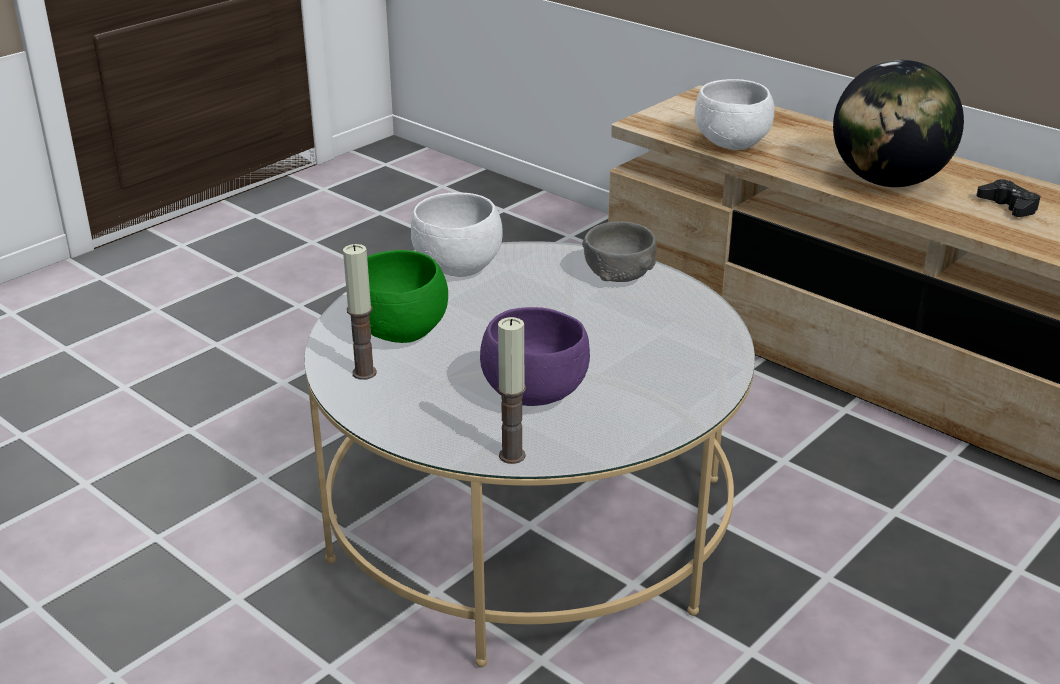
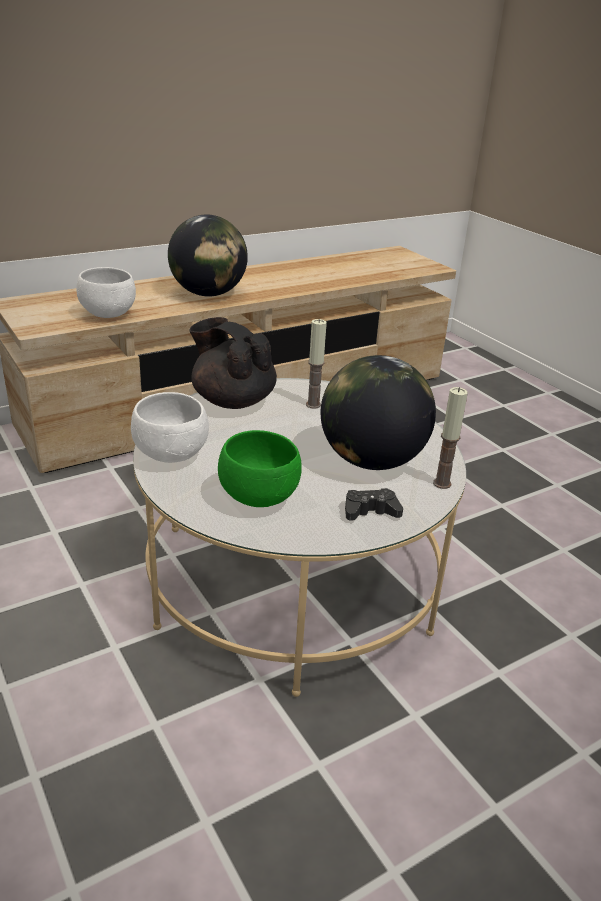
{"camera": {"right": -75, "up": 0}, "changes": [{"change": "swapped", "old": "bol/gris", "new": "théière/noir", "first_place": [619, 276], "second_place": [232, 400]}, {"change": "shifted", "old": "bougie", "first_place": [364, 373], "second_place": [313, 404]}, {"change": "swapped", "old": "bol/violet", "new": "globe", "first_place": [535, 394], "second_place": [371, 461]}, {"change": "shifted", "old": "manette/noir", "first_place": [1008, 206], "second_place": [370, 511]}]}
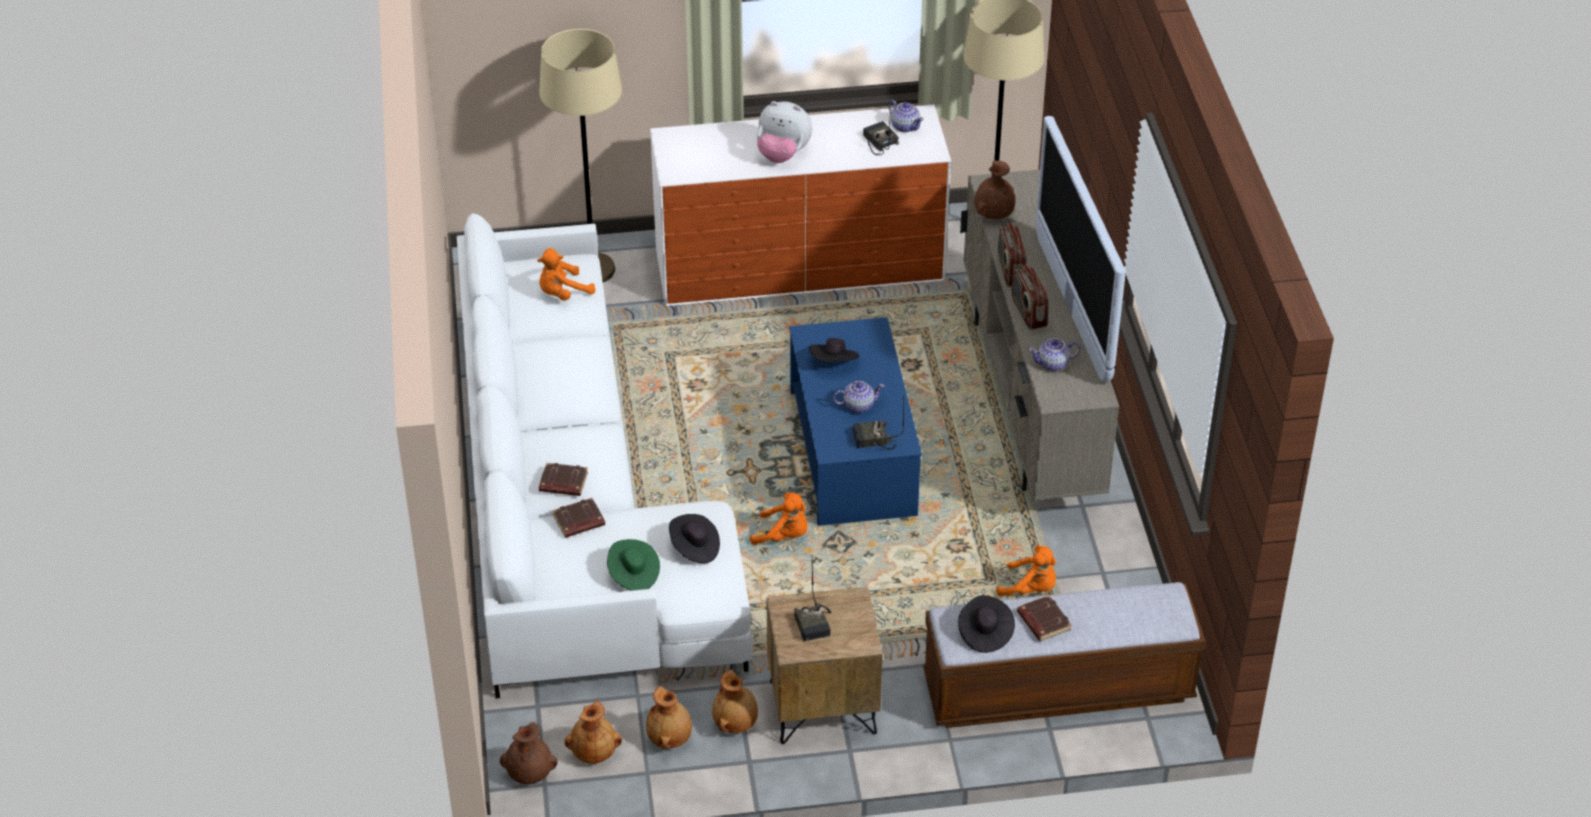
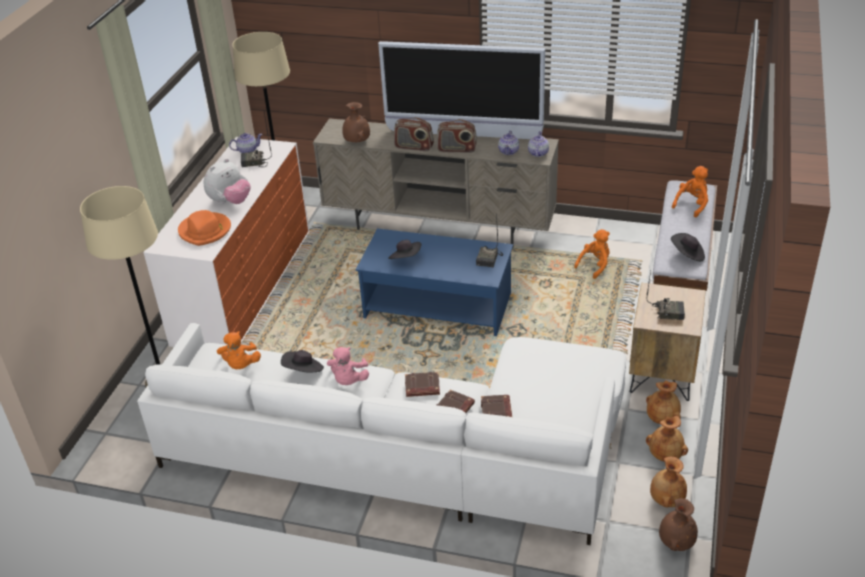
{"camera": {"right": -65, "up": -5}, "changes": [{"change": "new", "new": "chapeau/orange", "second_place": [205, 231]}, {"change": "shifted", "old": "chapeau/noir", "first_place": [694, 548], "second_place": [303, 371]}, {"change": "new", "new": "peluche/rose", "second_place": [349, 380]}, {"change": "shifted", "old": "livre/marron", "first_place": [1043, 621], "second_place": [422, 387]}, {"change": "shifted", "old": "théière", "first_place": [858, 405], "second_place": [538, 153]}, {"change": "shifted", "old": "peluche/orange", "first_place": [784, 536], "second_place": [692, 204]}, {"change": "gone", "old": "chapeau/vert", "first_place": [633, 574]}]}
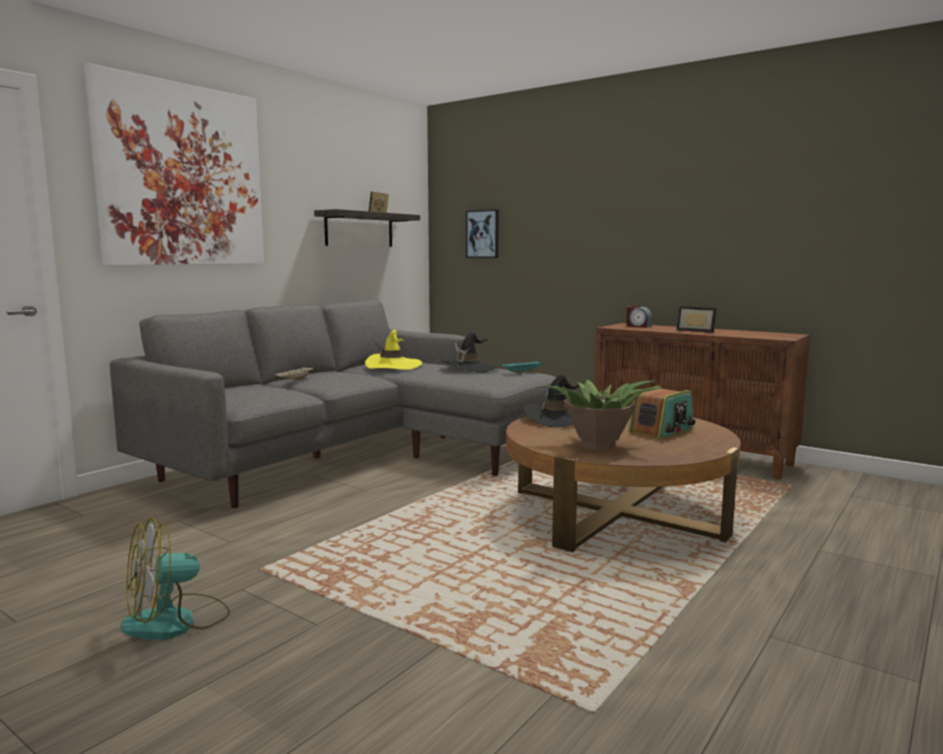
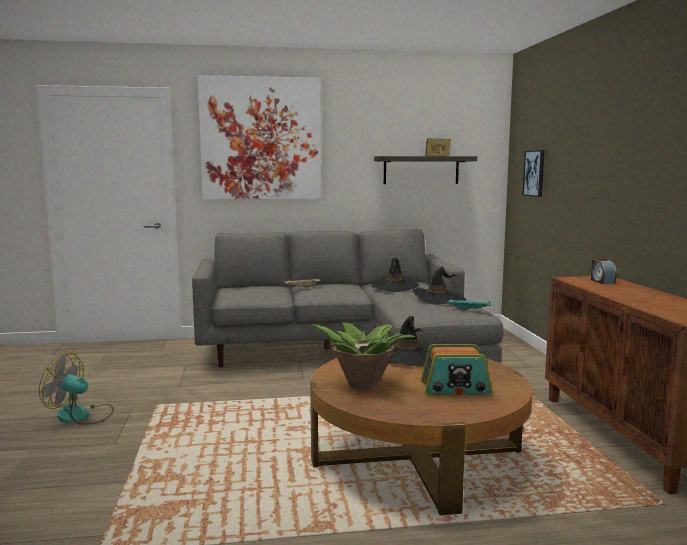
{"camera": {"right": 45, "up": 0}, "changes": [{"change": "repainted", "old": "chapeau/jaune", "new": "chapeau/noir", "first_place": [393, 366], "second_place": [395, 287]}, {"change": "gone", "old": "cadre photo", "first_place": [696, 330]}]}
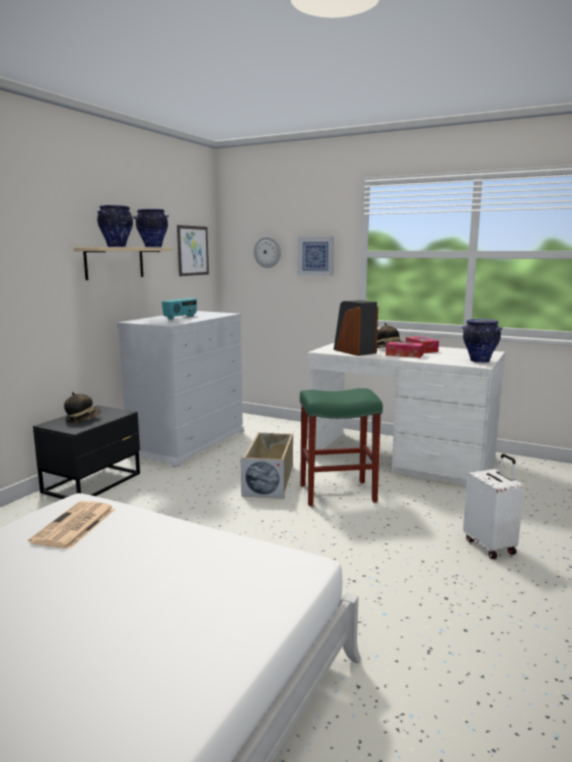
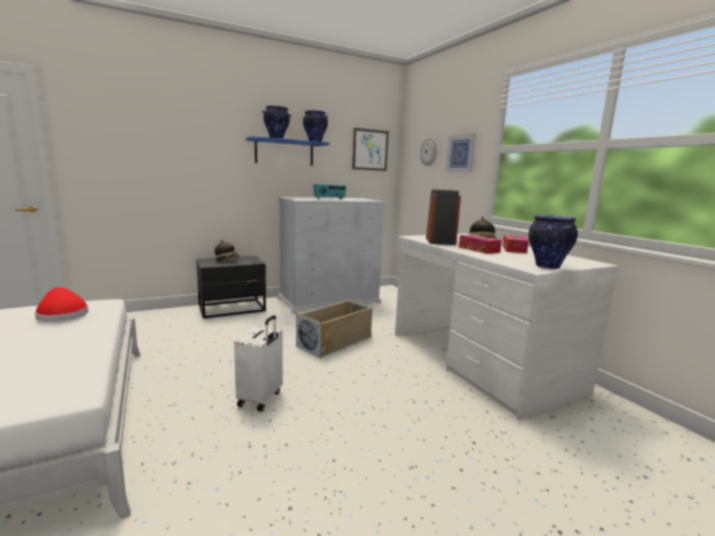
{"camera": {"right": 35, "up": 0}, "changes": [{"change": "swapped", "old": "journal", "new": "chapeau/rouge", "first_place": [74, 526], "second_place": [62, 315]}, {"change": "shifted", "old": "valise/blanc", "first_place": [490, 546], "second_place": [261, 399]}, {"change": "repainted", "old": "étagère/beige", "new": "étagère/bleu", "first_place": [114, 263], "second_place": [284, 152]}, {"change": "gone", "old": "tabouret/vert", "first_place": [336, 493]}]}
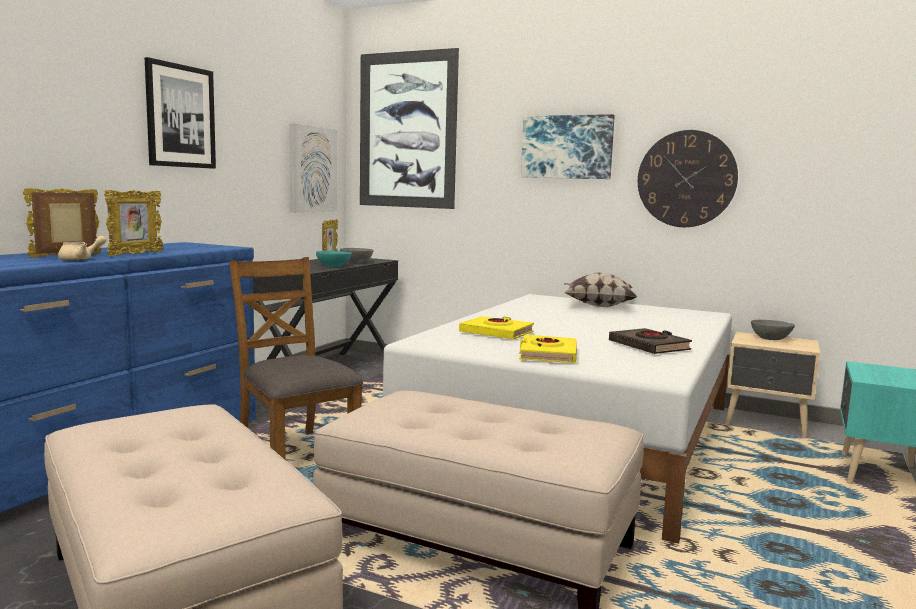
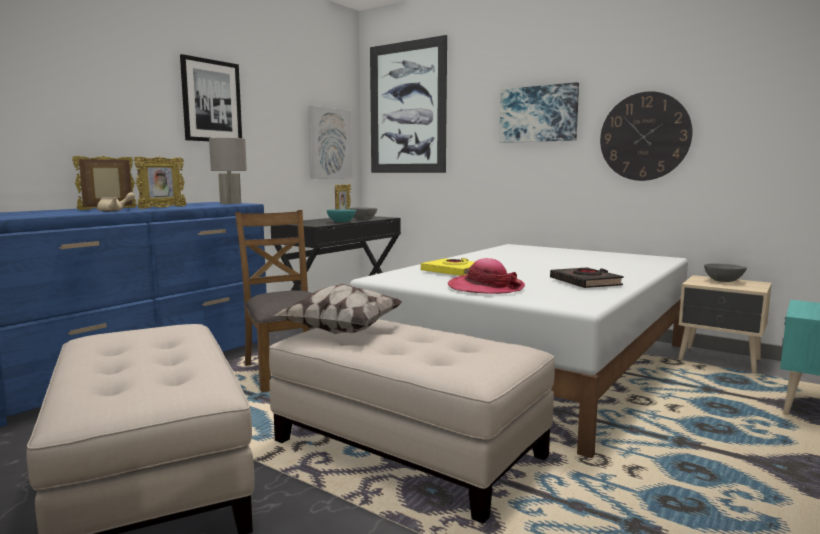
{"camera": {"right": 10, "up": 0}, "changes": [{"change": "new", "new": "lampe de table/gris", "second_place": [230, 203]}, {"change": "shifted", "old": "coussin", "first_place": [597, 306], "second_place": [341, 330]}, {"change": "swapped", "old": "livre/jaune", "new": "chapeau", "first_place": [547, 355], "second_place": [485, 288]}]}
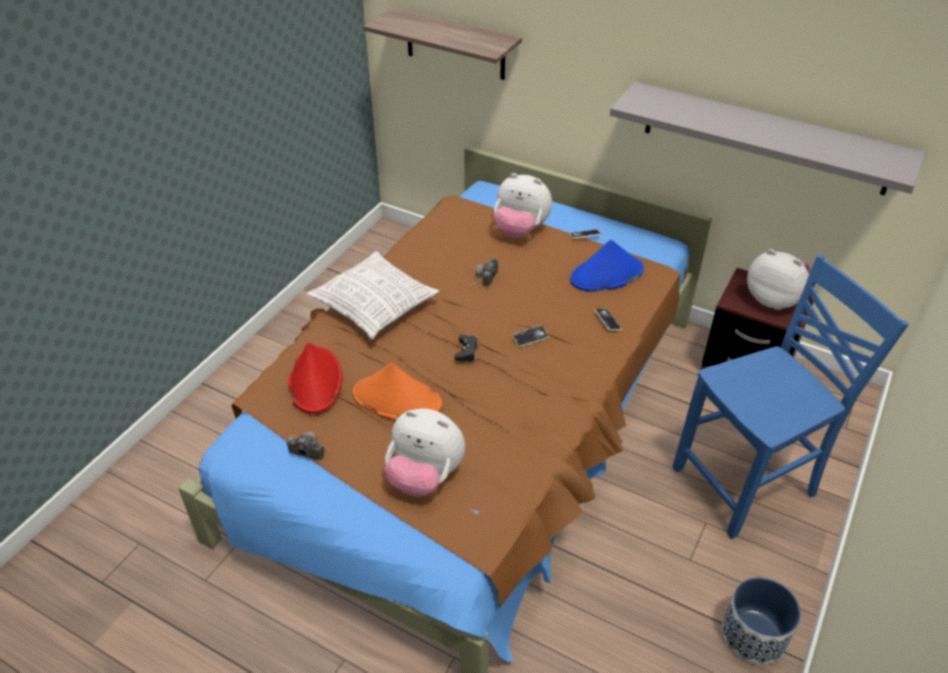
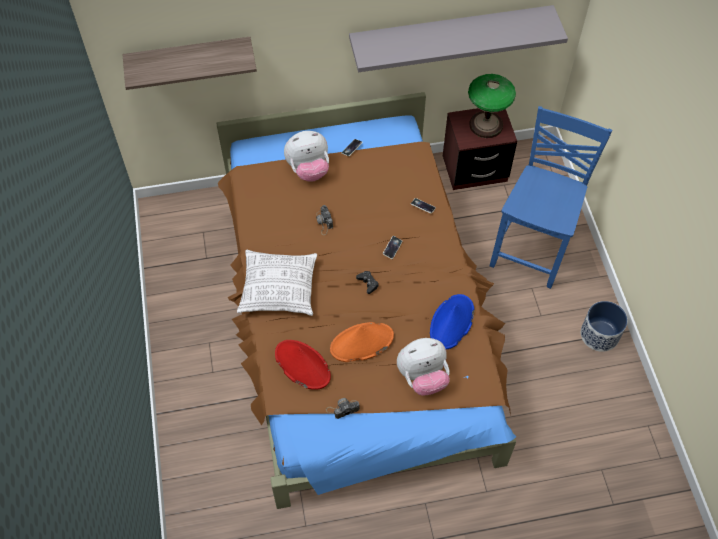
{"camera": {"right": -40, "up": 15}, "changes": [{"change": "shifted", "old": "chapeau/bleu", "first_place": [606, 275], "second_place": [451, 322]}, {"change": "swapped", "old": "peluche", "new": "lampe de table", "first_place": [773, 299], "second_place": [486, 125]}]}
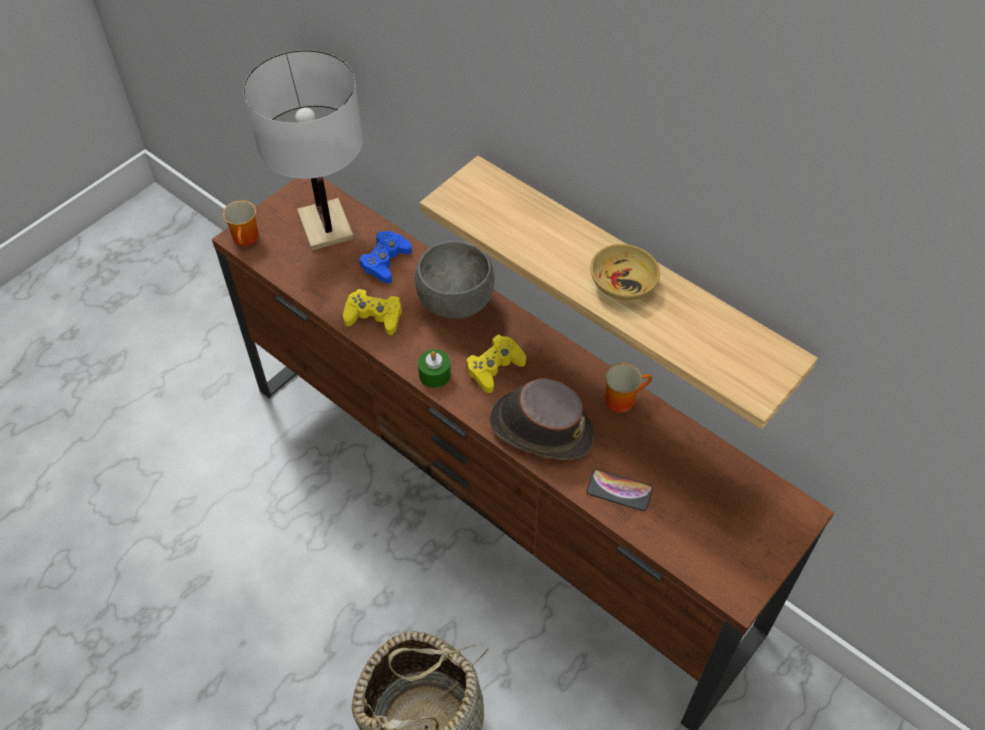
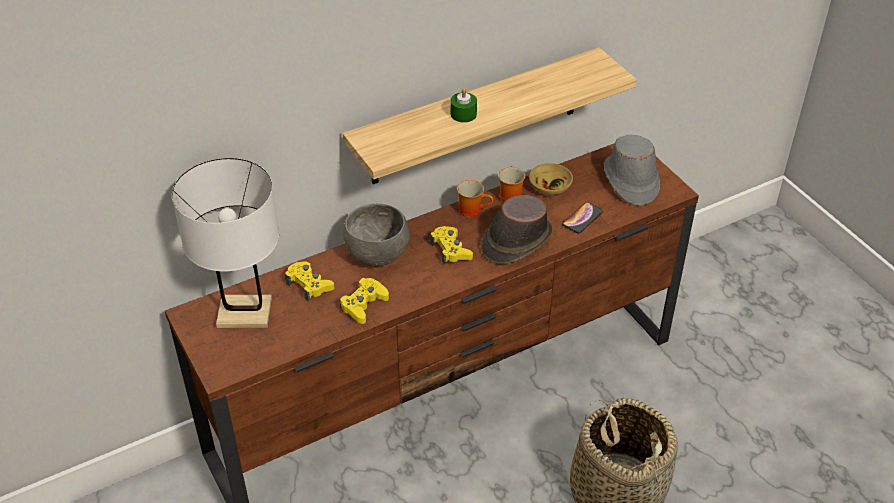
{"camera": {"right": -70, "up": -10}, "changes": [{"change": "repainted", "old": "manette/bleu", "new": "manette/jaune", "first_place": [385, 261], "second_place": [309, 285]}, {"change": "shifted", "old": "bougie/vert", "first_place": [435, 374], "second_place": [463, 114]}, {"change": "shifted", "old": "mug", "first_place": [247, 239], "second_place": [473, 210]}, {"change": "shifted", "old": "bol/beige", "first_place": [623, 282], "second_place": [549, 186]}, {"change": "new", "new": "chapeau/gris", "second_place": [630, 181]}]}
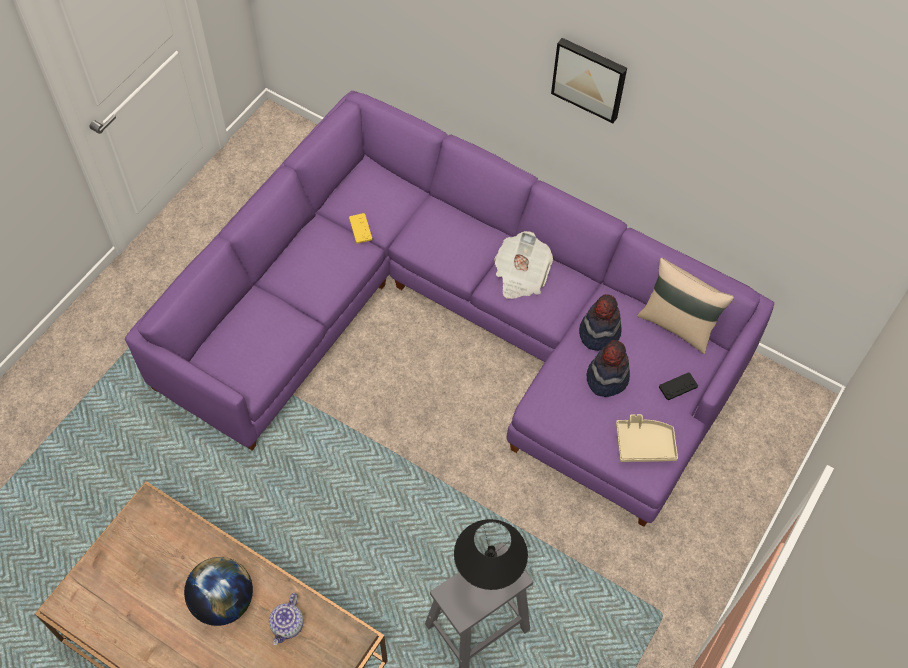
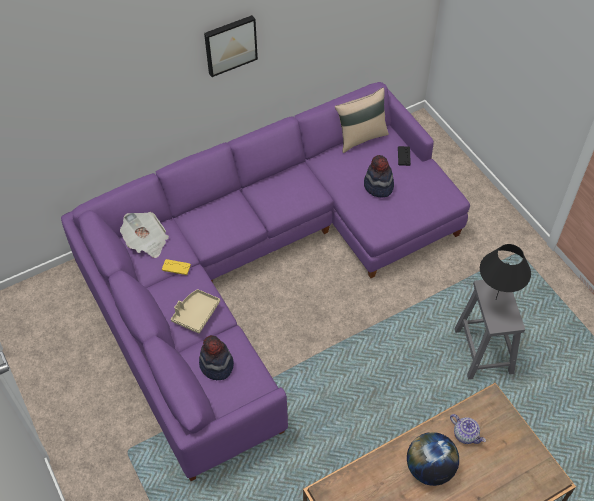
{"camera": {"right": -60, "up": -5}, "changes": [{"change": "shifted", "old": "journal", "first_place": [520, 276], "second_place": [146, 241]}, {"change": "shifted", "old": "plateau/beige", "first_place": [644, 444], "second_place": [196, 314]}, {"change": "shifted", "old": "chapeau", "first_place": [599, 332], "second_place": [216, 365]}]}
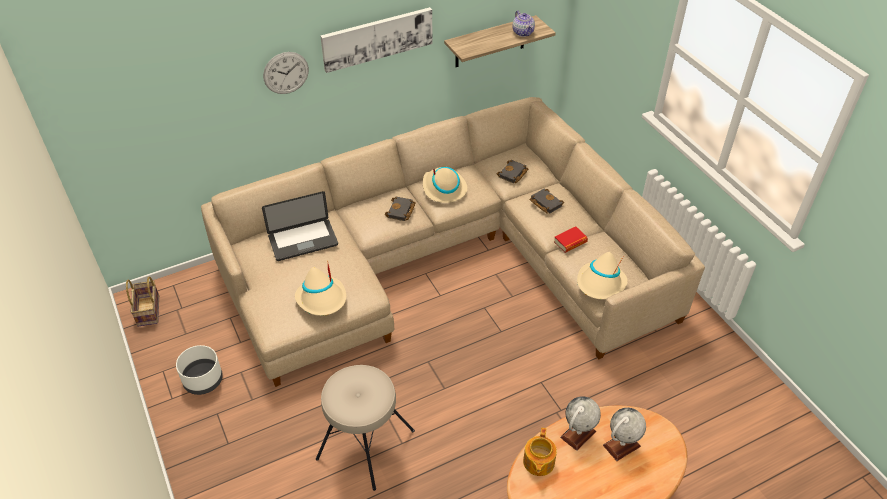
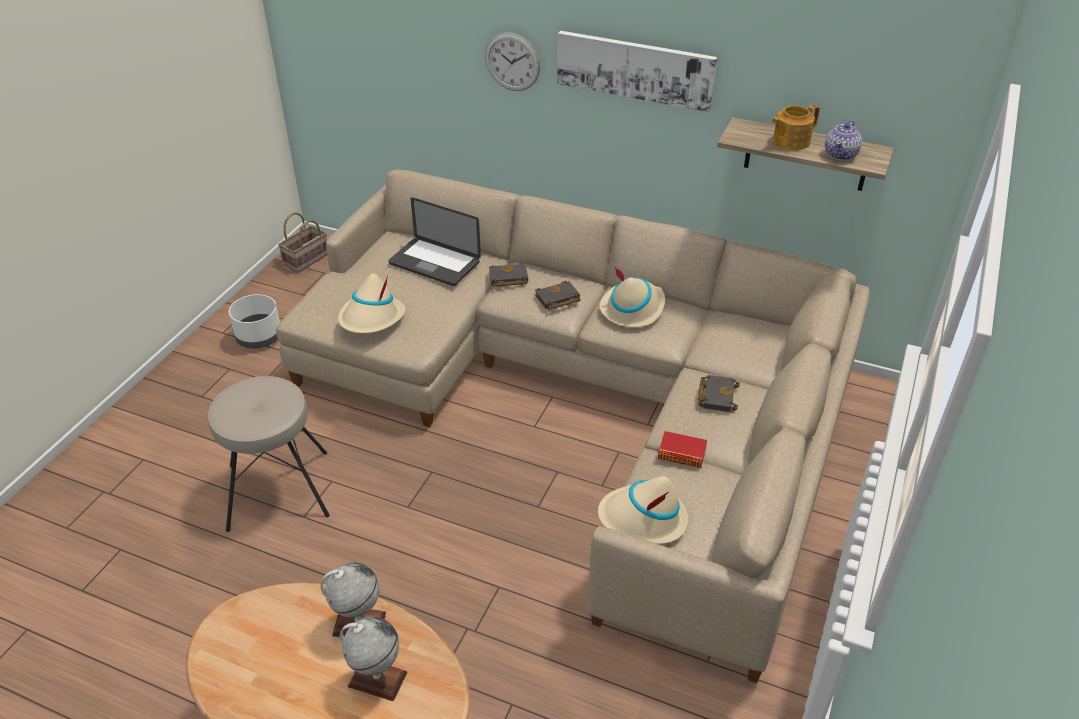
{"camera": {"right": 50, "up": -5}, "changes": [{"change": "shifted", "old": "livre/noir", "first_place": [513, 174], "second_place": [507, 279]}, {"change": "shifted", "old": "théière", "first_place": [538, 462], "second_place": [790, 141]}]}
